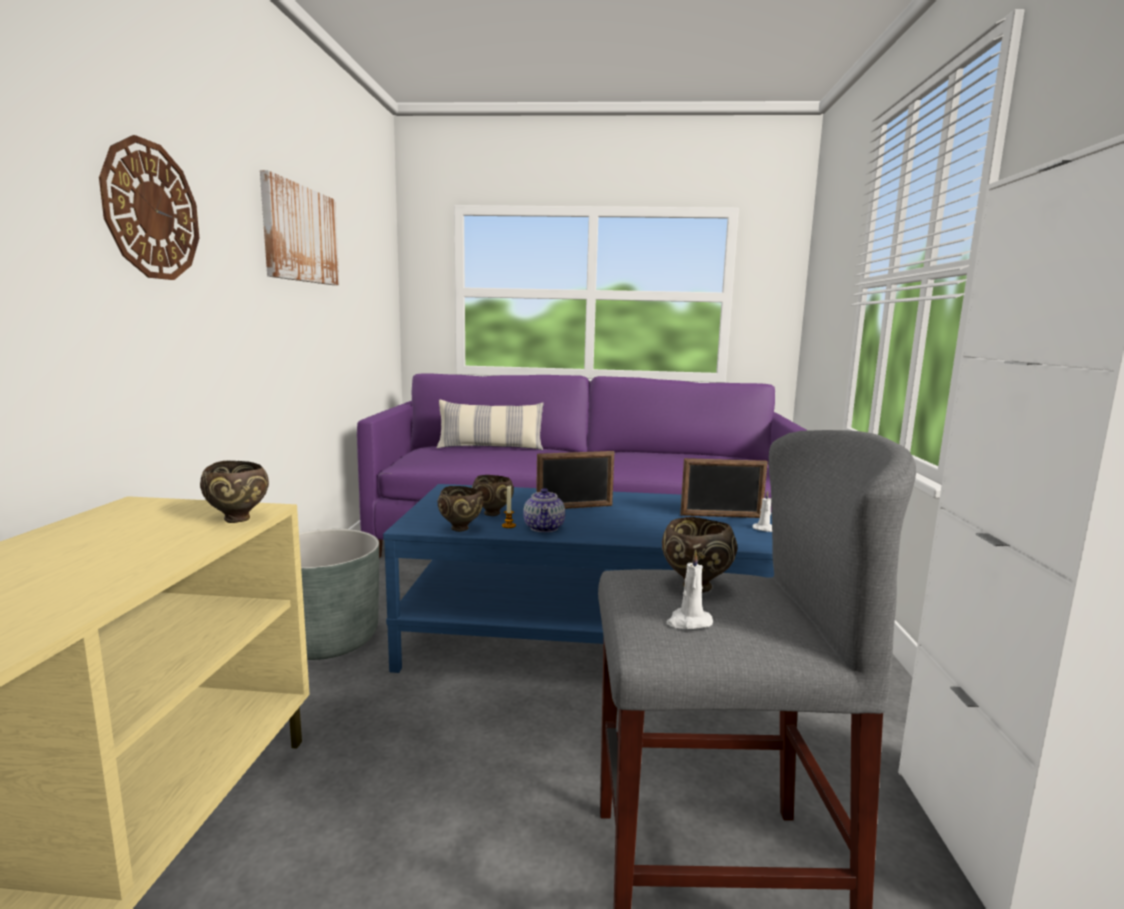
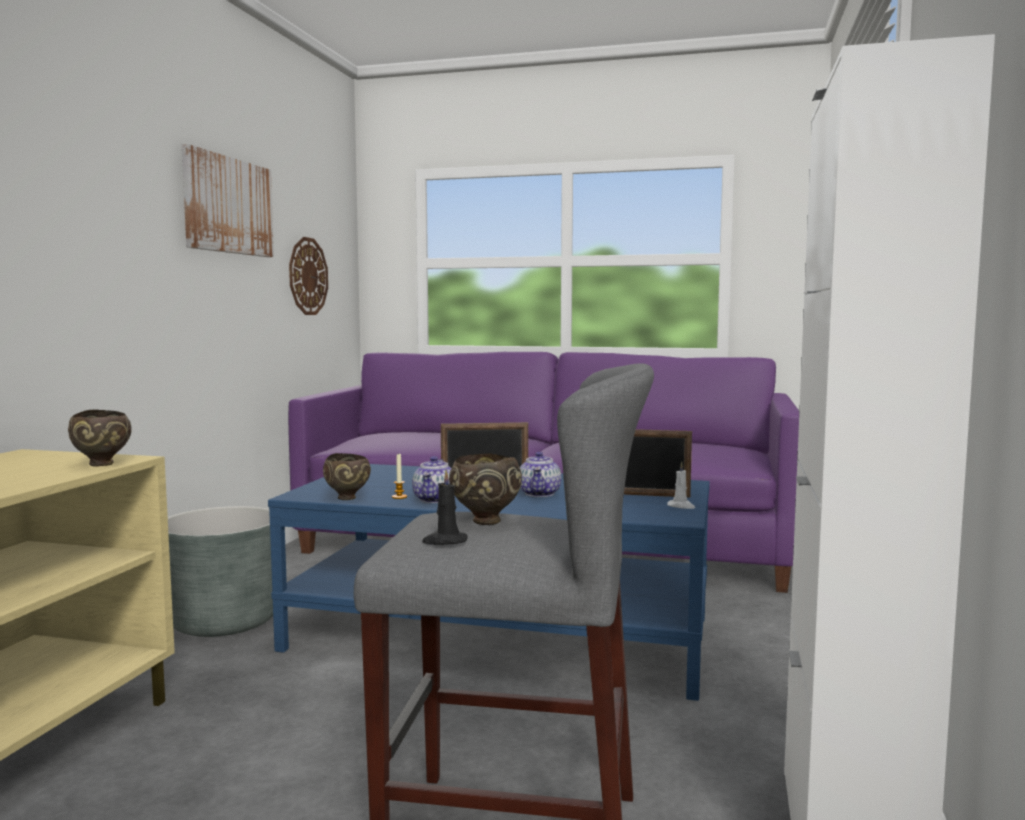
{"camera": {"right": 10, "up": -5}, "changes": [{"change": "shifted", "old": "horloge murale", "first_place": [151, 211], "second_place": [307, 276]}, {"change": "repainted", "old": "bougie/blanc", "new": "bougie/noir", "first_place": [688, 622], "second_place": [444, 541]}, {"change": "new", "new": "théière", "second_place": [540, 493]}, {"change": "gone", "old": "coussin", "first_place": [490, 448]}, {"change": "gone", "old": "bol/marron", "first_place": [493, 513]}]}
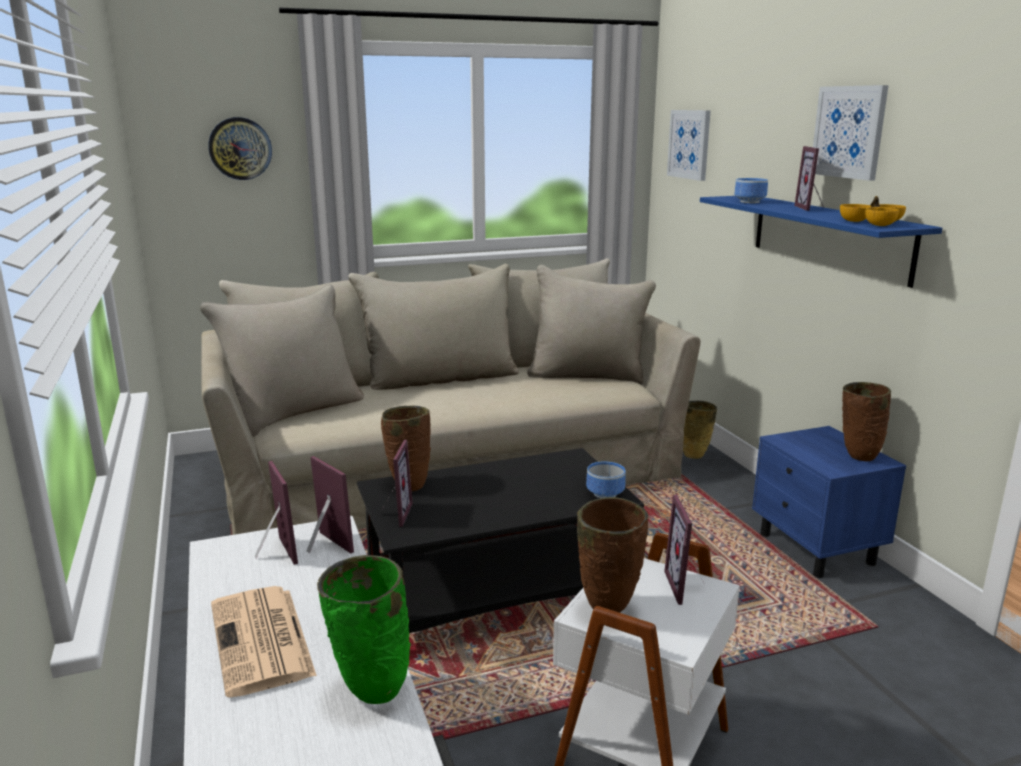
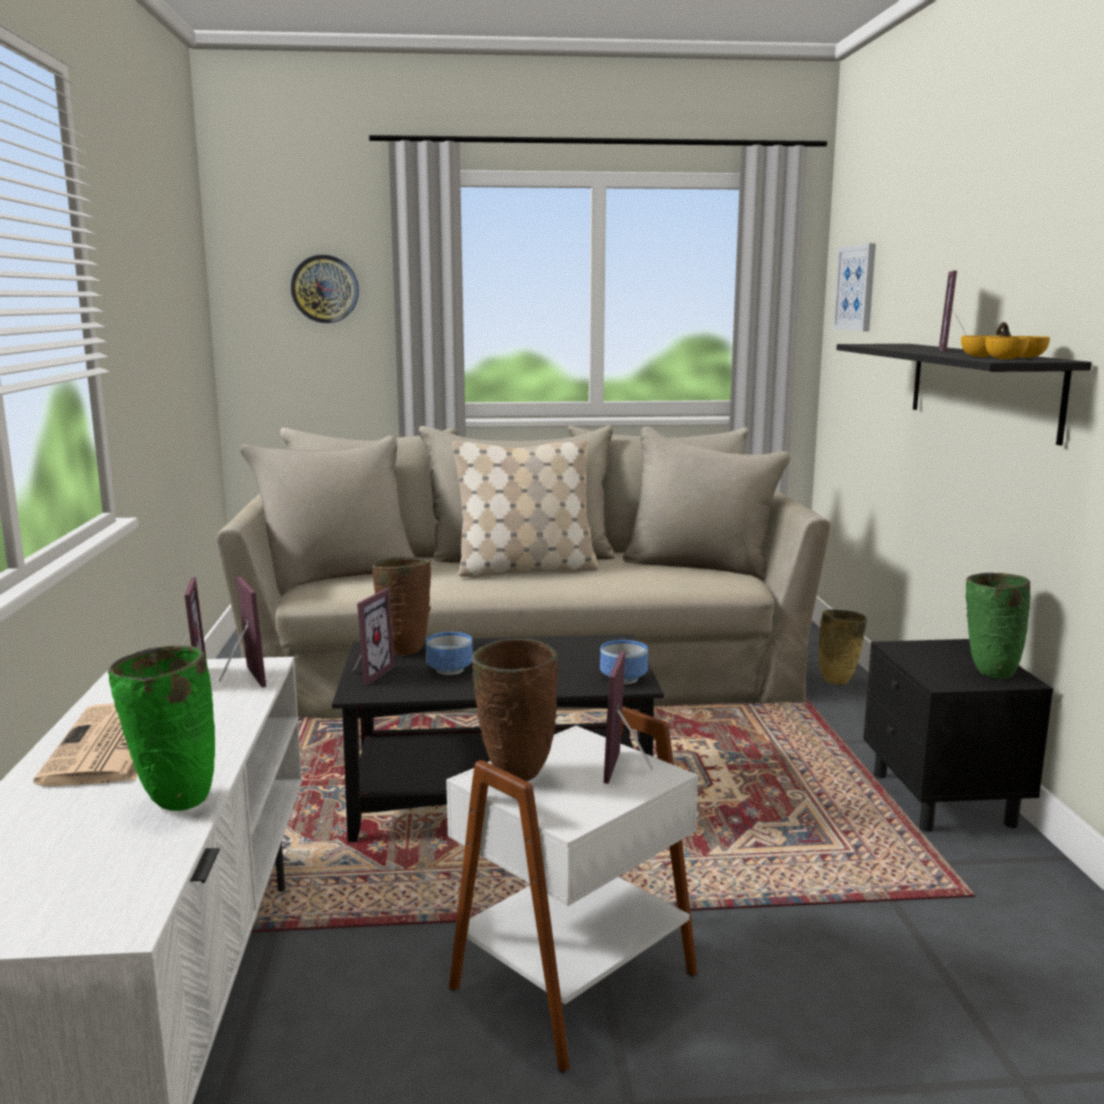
{"camera": {"right": 15, "up": -5}, "changes": [{"change": "shifted", "old": "bol", "first_place": [748, 202], "second_place": [447, 670]}, {"change": "new", "new": "coussin/beige", "second_place": [525, 569]}, {"change": "repainted", "old": "étagère/bleu", "new": "étagère/noir", "first_place": [828, 237], "second_place": [981, 388]}, {"change": "repainted", "old": "table de chevet/bleu", "new": "table de chevet/noir", "first_place": [817, 549], "second_place": [942, 799]}, {"change": "repainted", "old": "vase/marron", "new": "vase/vert", "first_place": [857, 456], "second_place": [989, 673]}, {"change": "gone", "old": "tableau", "first_place": [849, 132]}]}
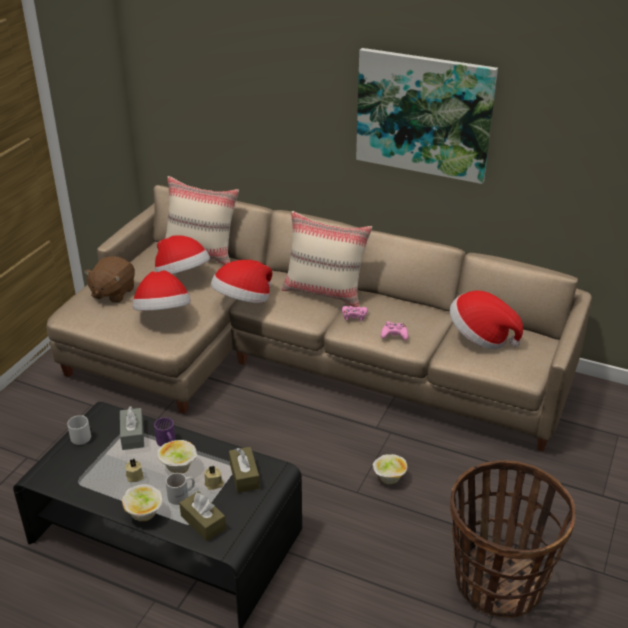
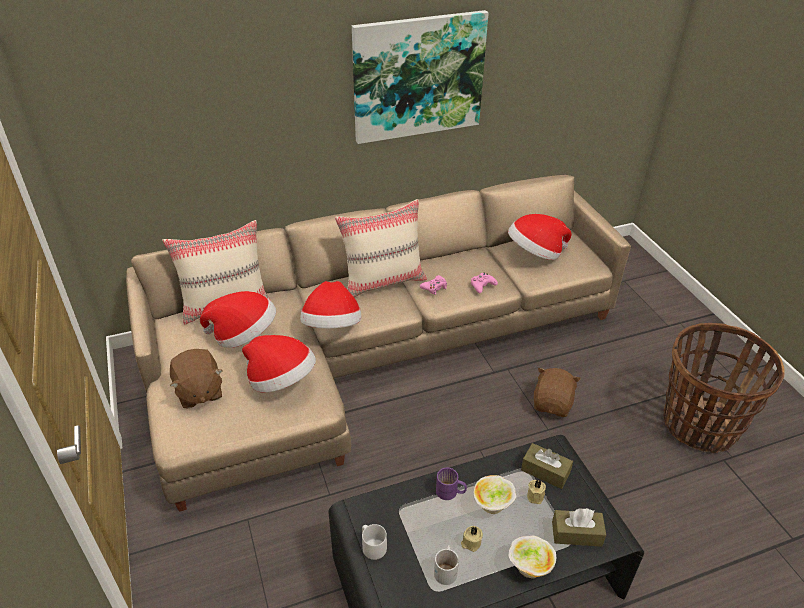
{"camera": {"right": -45, "up": 5}, "changes": [{"change": "shifted", "old": "mug/blanc", "first_place": [182, 495], "second_place": [447, 569]}, {"change": "swapped", "old": "bol", "new": "peluche/marron", "first_place": [389, 479], "second_place": [552, 404]}, {"change": "gone", "old": "boîte à mouchoirs/gris", "first_place": [132, 435]}]}
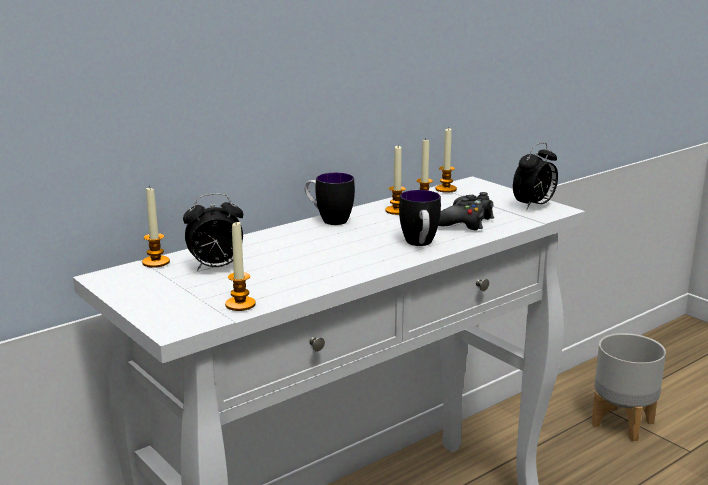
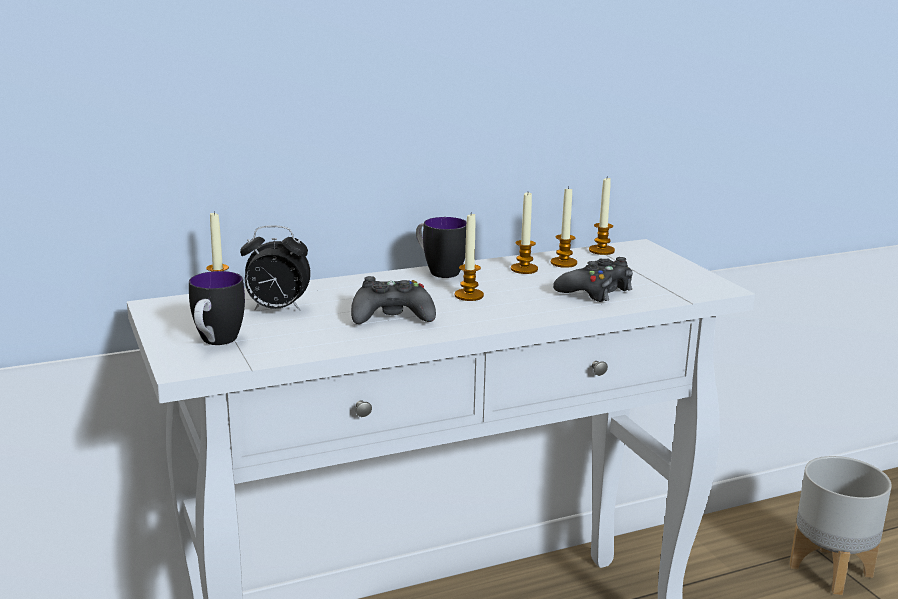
{"camera": {"right": 15, "up": 0}, "changes": [{"change": "shifted", "old": "mug", "first_place": [420, 244], "second_place": [215, 343]}, {"change": "new", "new": "manette/noir", "second_place": [392, 316]}, {"change": "shifted", "old": "bougie", "first_place": [240, 304], "second_place": [469, 295]}, {"change": "gone", "old": "réveil", "first_place": [534, 206]}]}
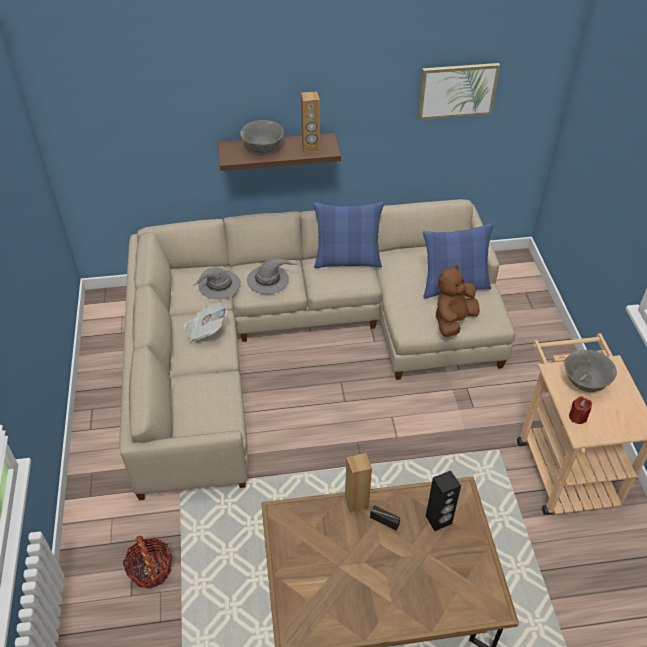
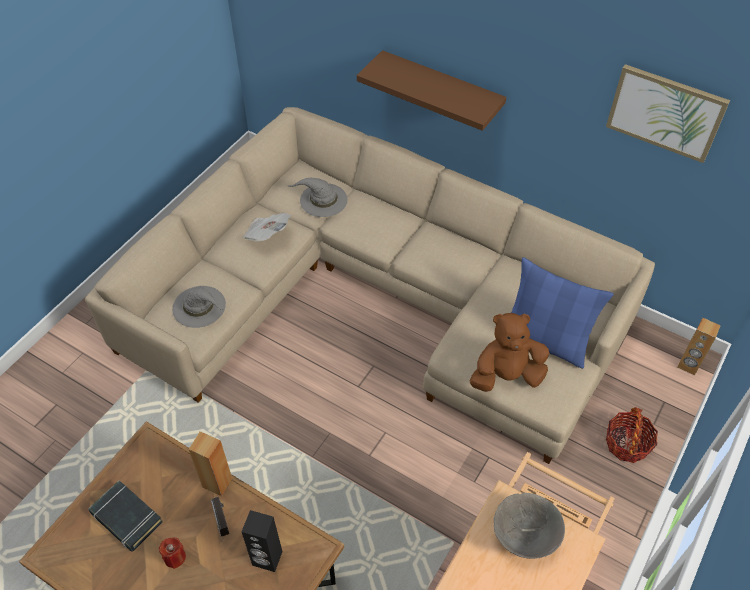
{"camera": {"right": 40, "up": 5}, "changes": [{"change": "new", "new": "livre/noir", "second_place": [126, 518]}, {"change": "shifted", "old": "bougie/rouge", "first_place": [577, 417], "second_place": [175, 557]}, {"change": "shifted", "old": "chapeau/gris", "first_place": [268, 279], "second_place": [200, 306]}, {"change": "shifted", "old": "panier", "first_place": [150, 569], "second_place": [627, 443]}, {"change": "shifted", "old": "enceinte/marron", "first_place": [311, 147], "second_place": [688, 365]}, {"change": "gone", "old": "bol/gris", "first_place": [263, 149]}, {"change": "gone", "old": "coussin/bleu", "first_place": [347, 260]}]}
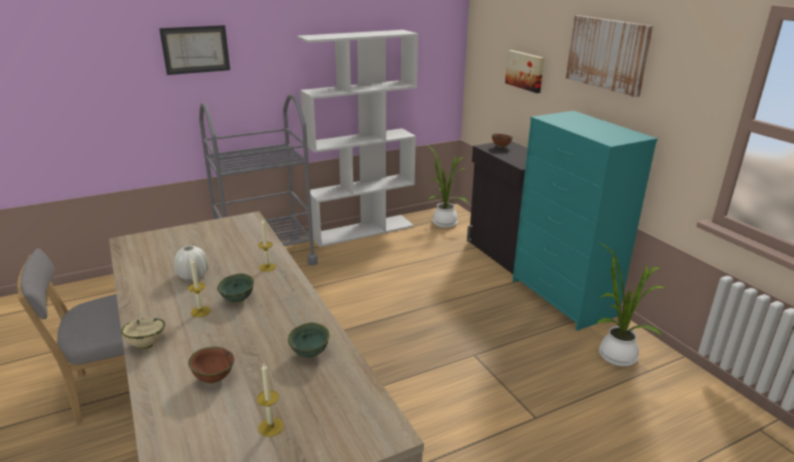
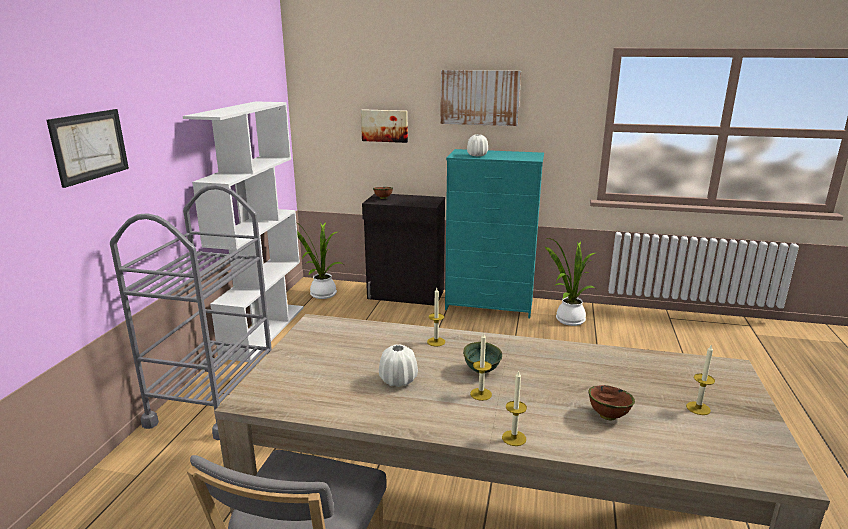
{"camera": {"right": -50, "up": -5}, "changes": [{"change": "new", "new": "vase/blanc", "second_place": [477, 155]}, {"change": "swapped", "old": "bol/beige", "new": "bougie", "first_place": [146, 345], "second_place": [514, 438]}, {"change": "gone", "old": "bol/vert", "first_place": [311, 354]}]}
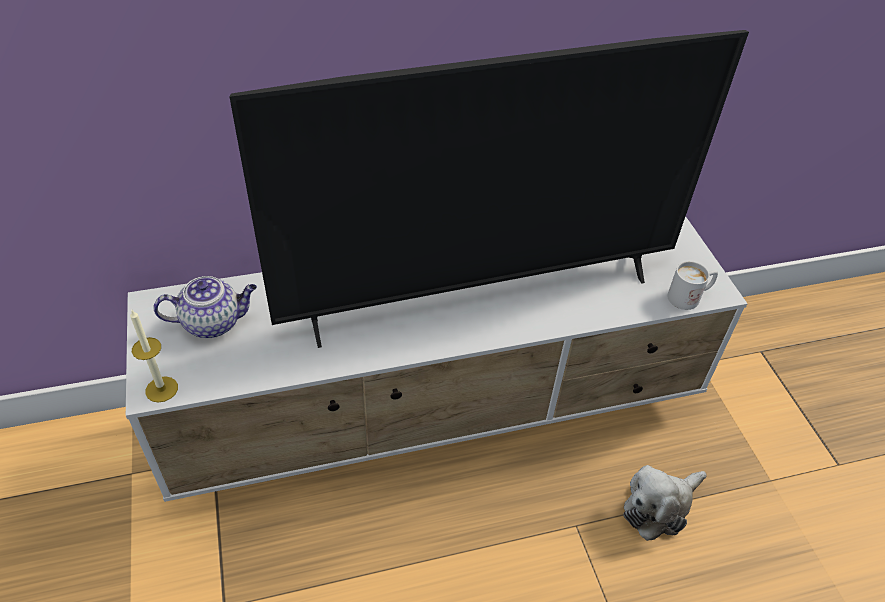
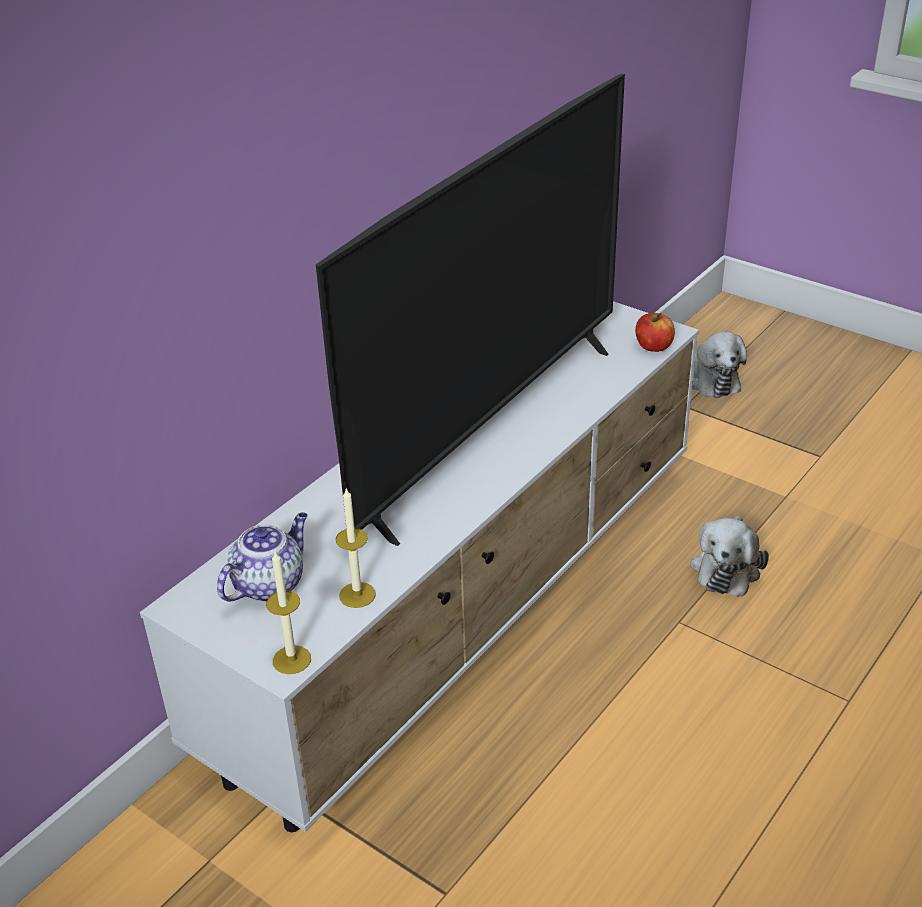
{"camera": {"right": -35, "up": -10}, "changes": [{"change": "new", "new": "bougie", "second_place": [357, 595]}, {"change": "swapped", "old": "mug/blanc", "new": "pomme", "first_place": [689, 297], "second_place": [653, 346]}, {"change": "new", "new": "peluche", "second_place": [708, 379]}]}
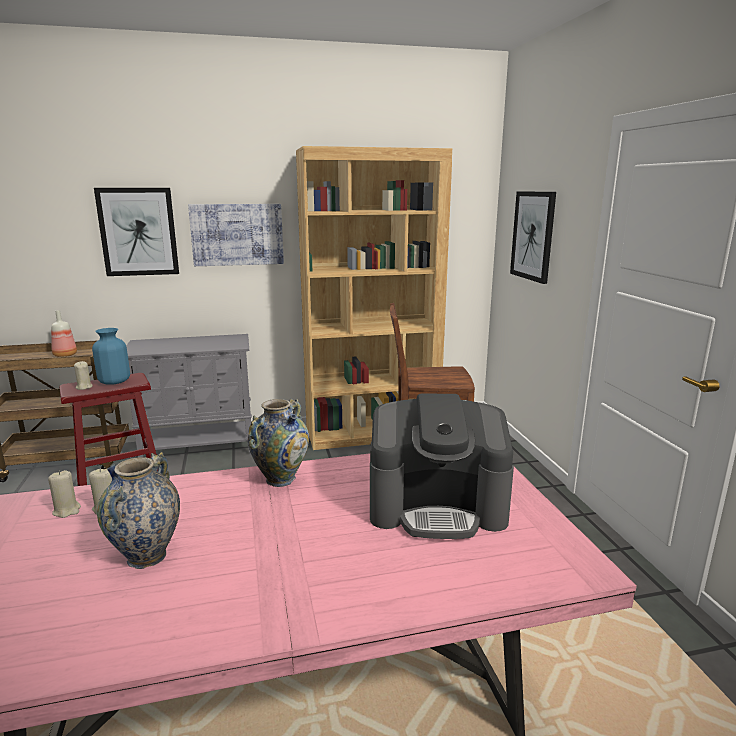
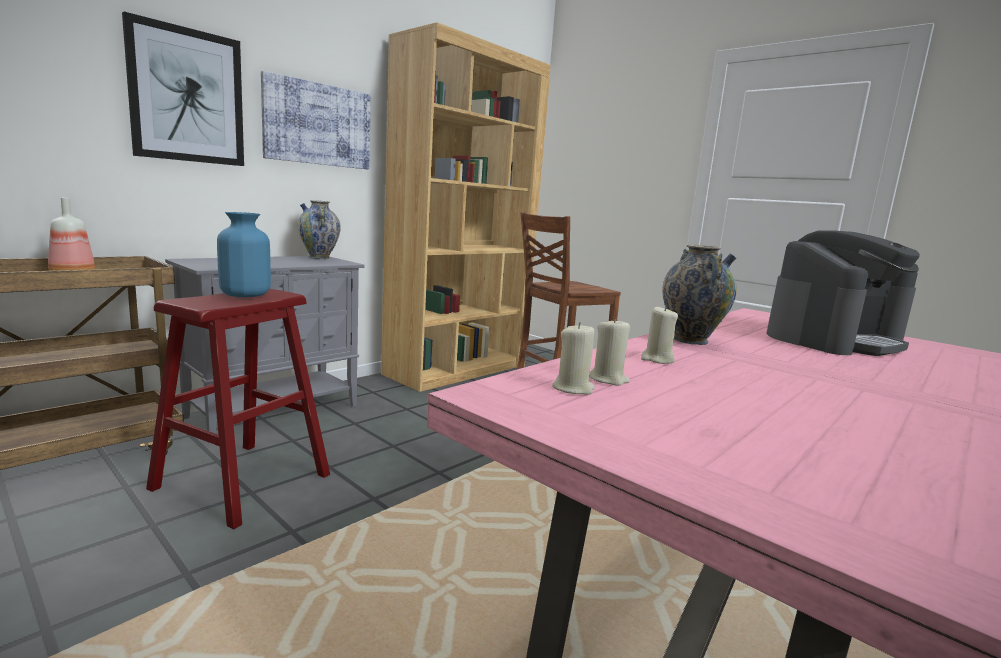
{"camera": {"right": -35, "up": -5}, "changes": [{"change": "shifted", "old": "vase", "first_place": [146, 557], "second_place": [319, 257]}, {"change": "shifted", "old": "bougie/beige", "first_place": [84, 387], "second_place": [657, 359]}, {"change": "gone", "old": "tableau", "first_place": [533, 236]}]}
